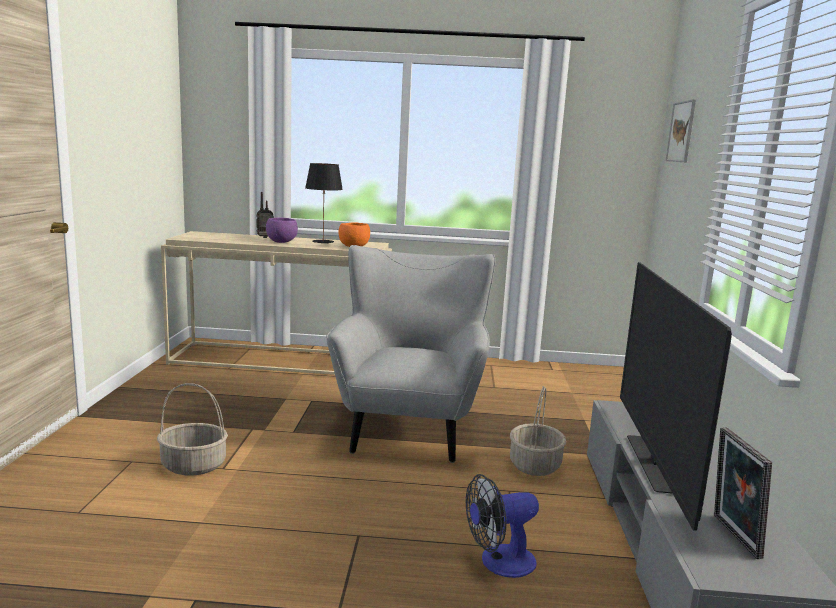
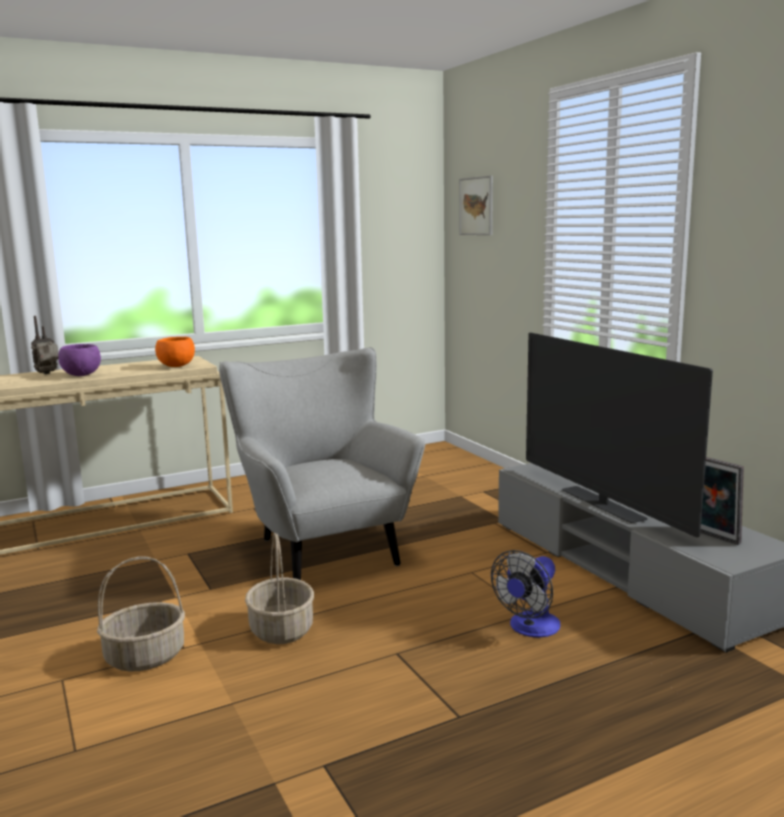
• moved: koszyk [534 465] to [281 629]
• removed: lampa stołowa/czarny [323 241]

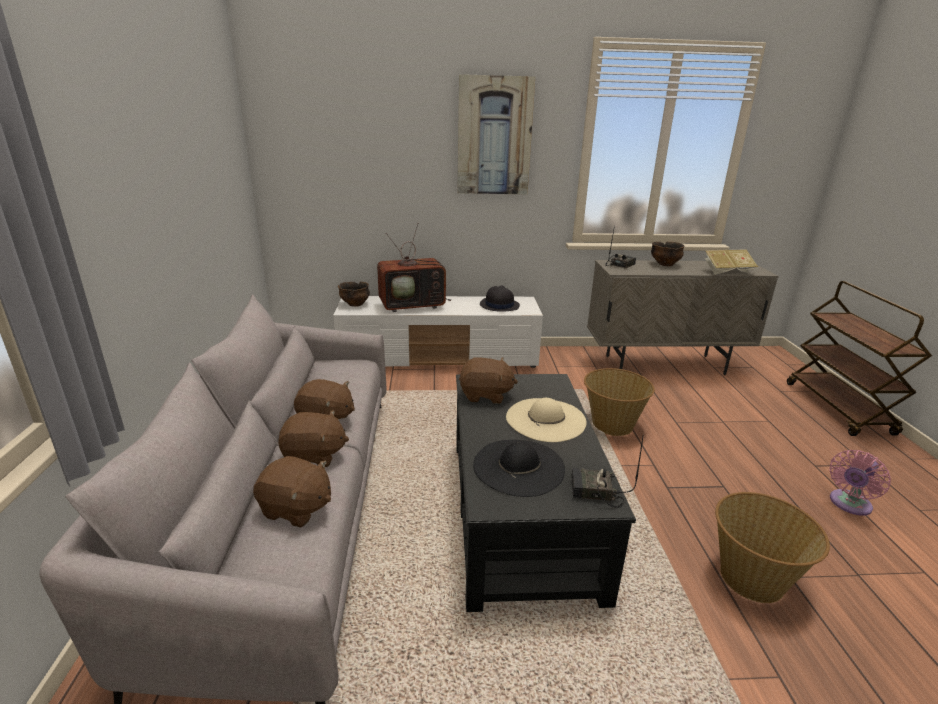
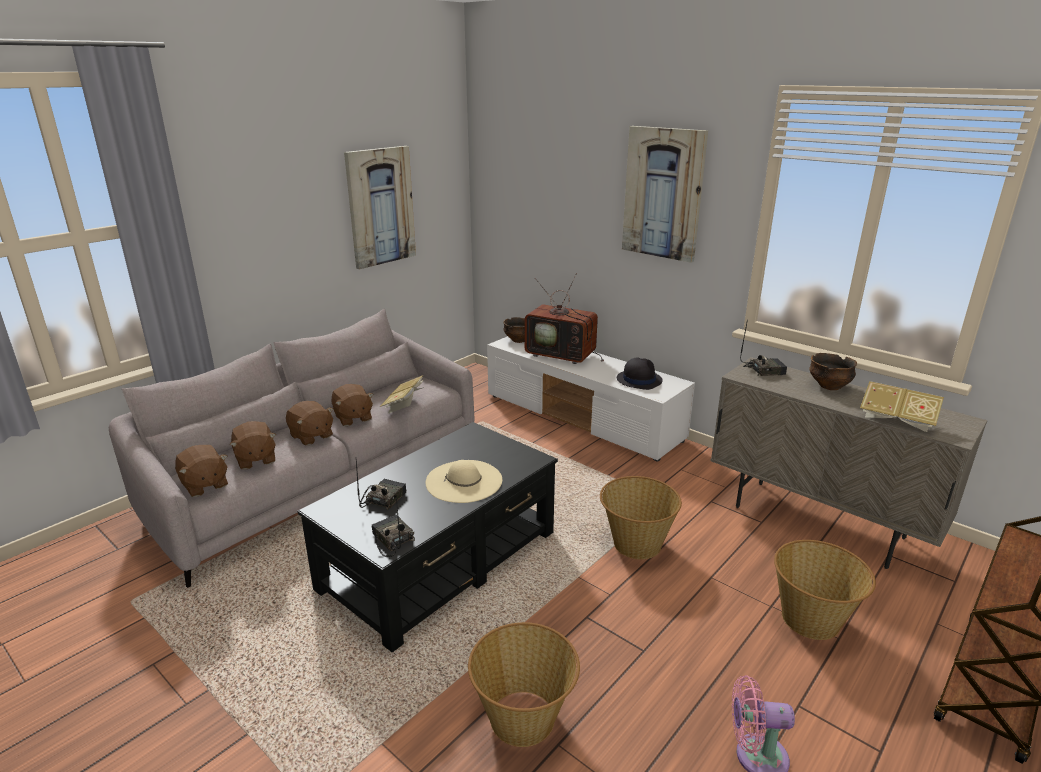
• moved: pluszak/brązowy [485 395] to [204 485]
• added: obraz [380 207]
• replaced: kapelusz/czarny [519 466] to radio [382 499]
• added: książka [404 405]
• added: koszyk [811 619]

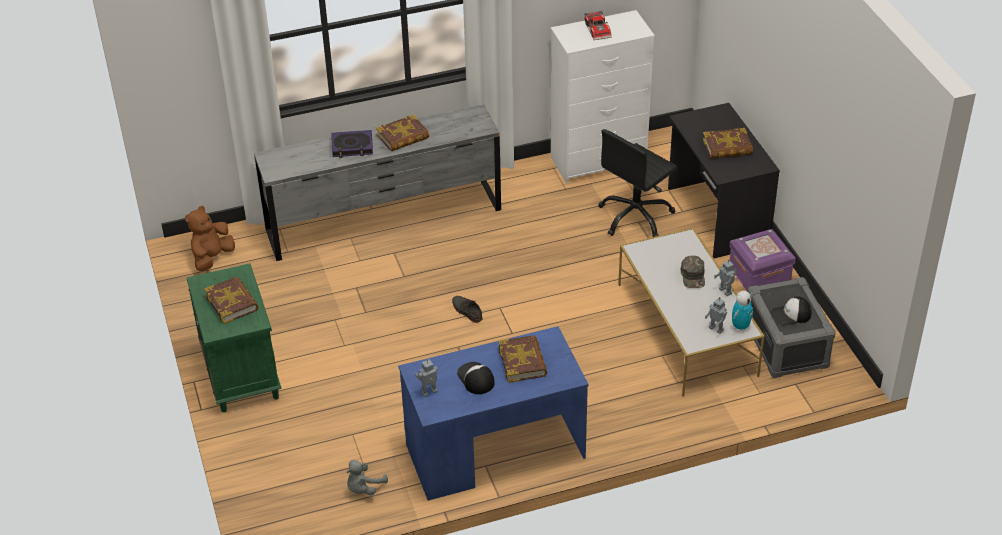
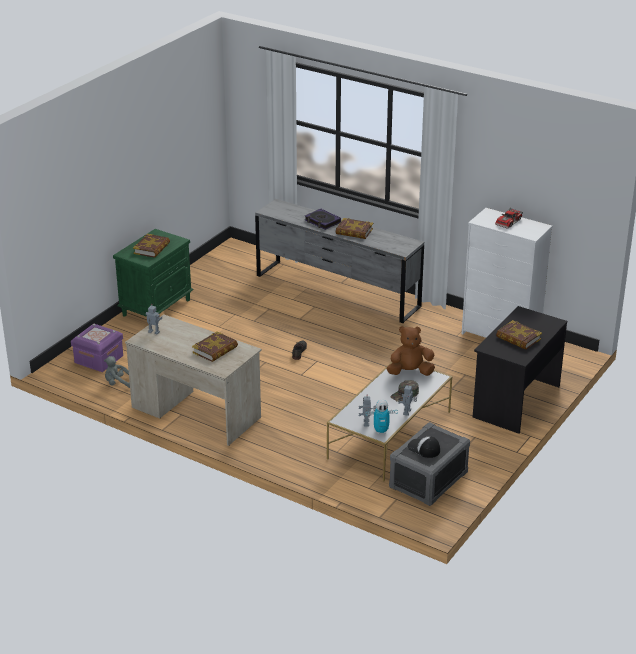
• moved: pojemnik do przechowywania/fioletowy [759 275] to [99 359]
• recoloured: biurko/niebieski [495 452] to biurko/beżowy [196 412]
• moved: pluszak/brązowy [212 258] to [410 372]
• removed: czapka z daszkiem [475 379]
• removed: krzesło biurowe/czarny [635 217]

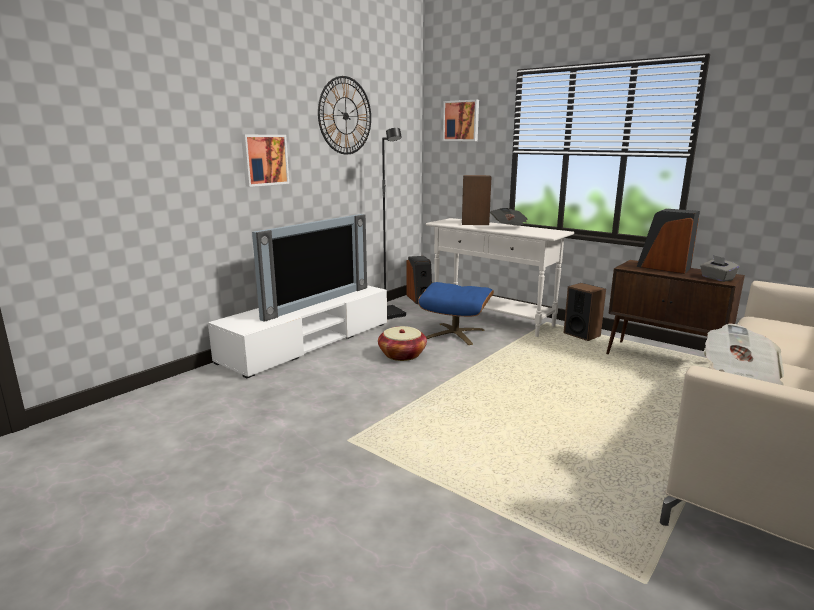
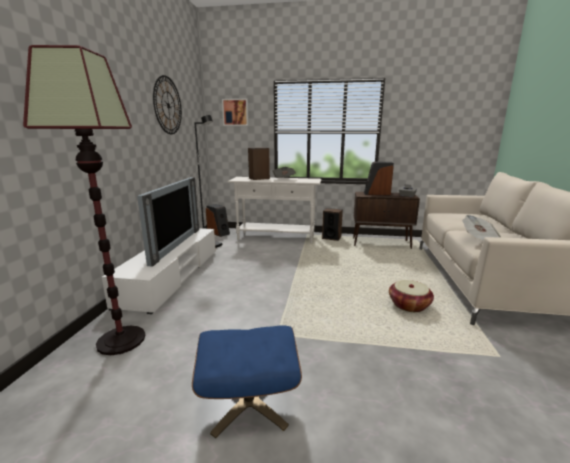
• added: lampa stojąca [121 340]
• moved: pufa/niebieski [455 333] to [249 402]
• moved: koszyk [402 355] to [409 305]
• removed: obraz [264 160]

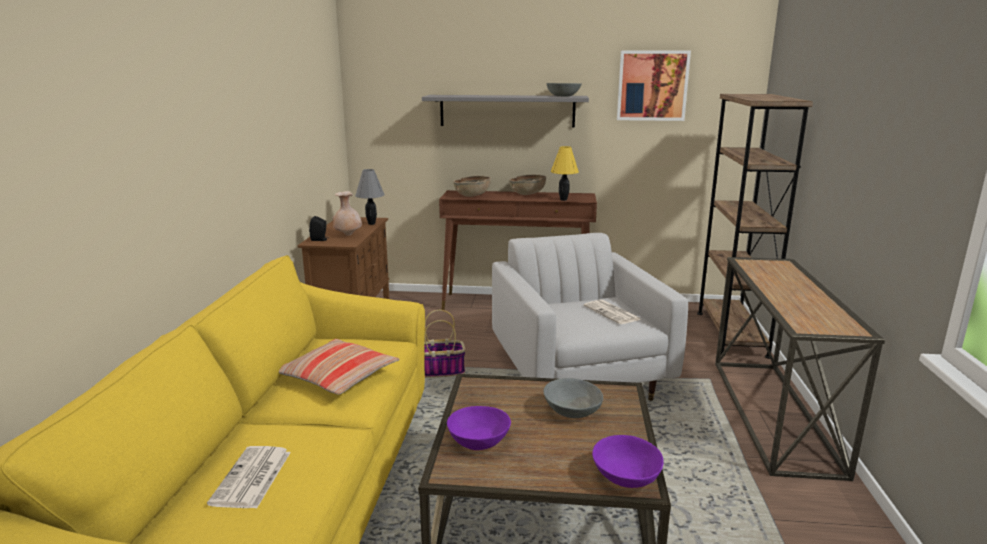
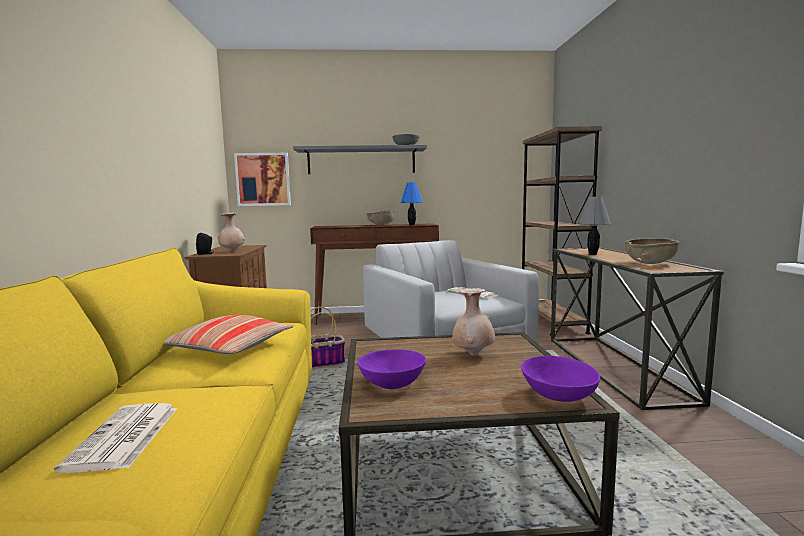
• moved: obraz [652 85] to [263 179]
• recoloured: lampa stołowa/żółty [563 200] to lampa stołowa/niebieski [411 225]
• replaced: miska/szary [571 411] to wazon/beżowy [473 354]
• moved: lampa stołowa/szary [371 224] to [593 254]
• moved: miska/brązowy [472 196] to [650 263]

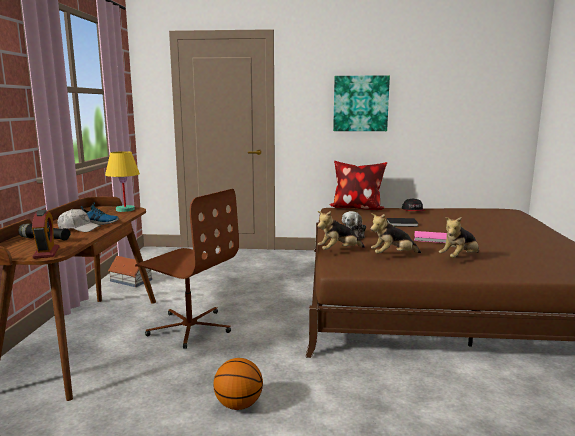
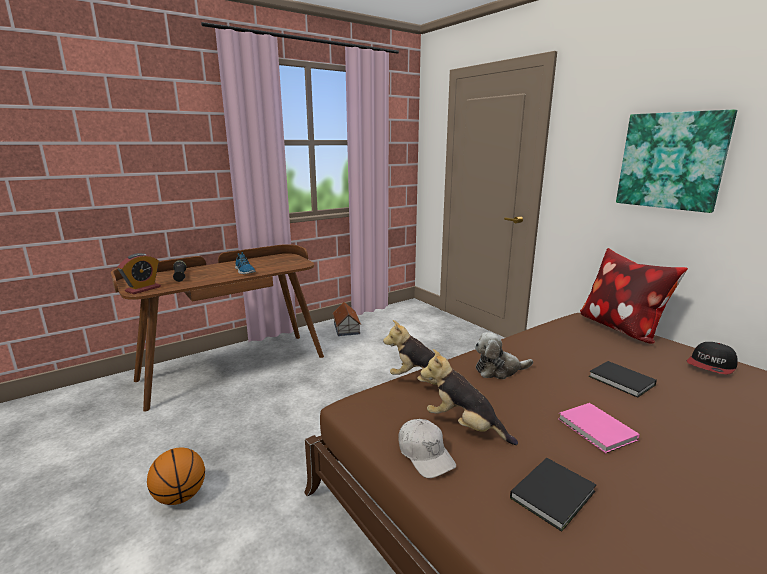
• moved: czapka z daszkiem/biały [79 228] to [425 455]
• replaced: pluszak [459 258] to książka/czarny [555 494]
• removed: lampa stołowa/żółty [125 210]
• removed: krzesło biurowe/brązowy [190 328]

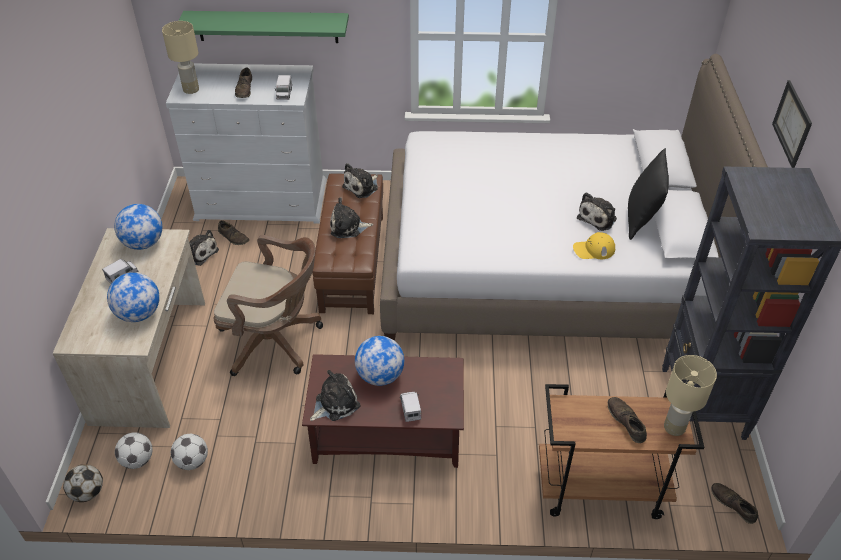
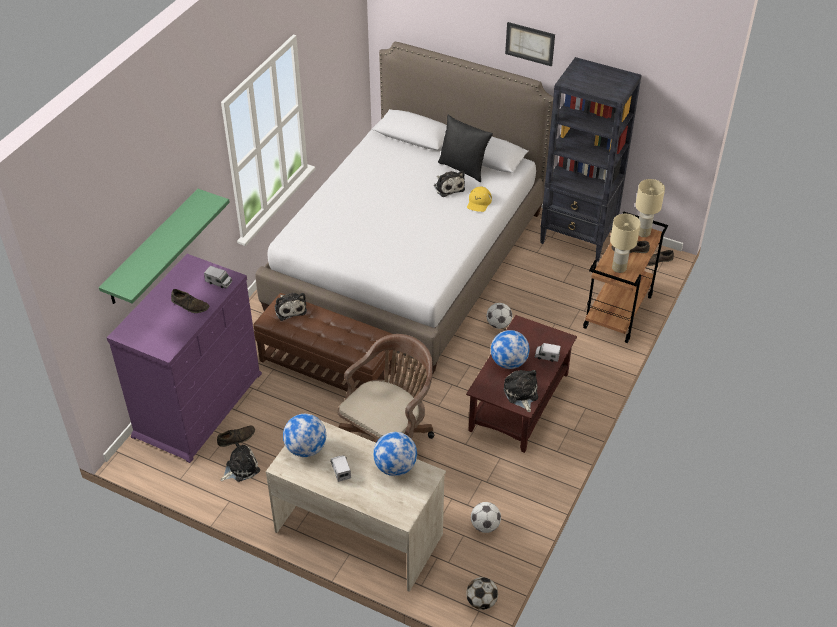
• recoloured: komoda/biały [262 200] to komoda/fioletowy [198 404]
• moved: piłka futbolowa [138 460] to [498 324]
• moved: lampa stołowa/beżowy [191 89] to [619 268]
• removed: pluszak [348 227]

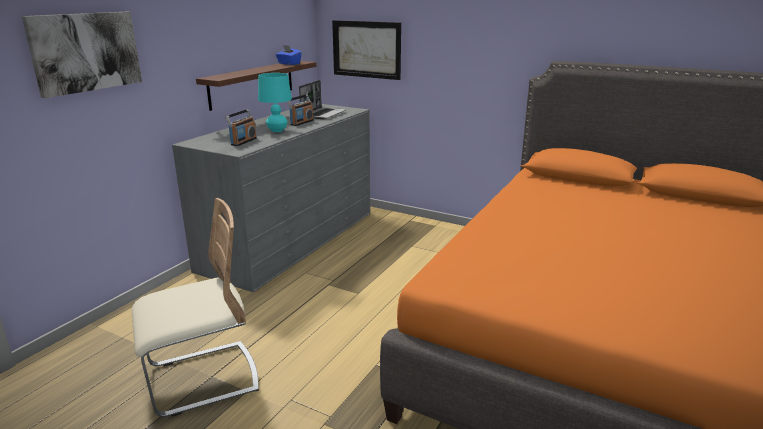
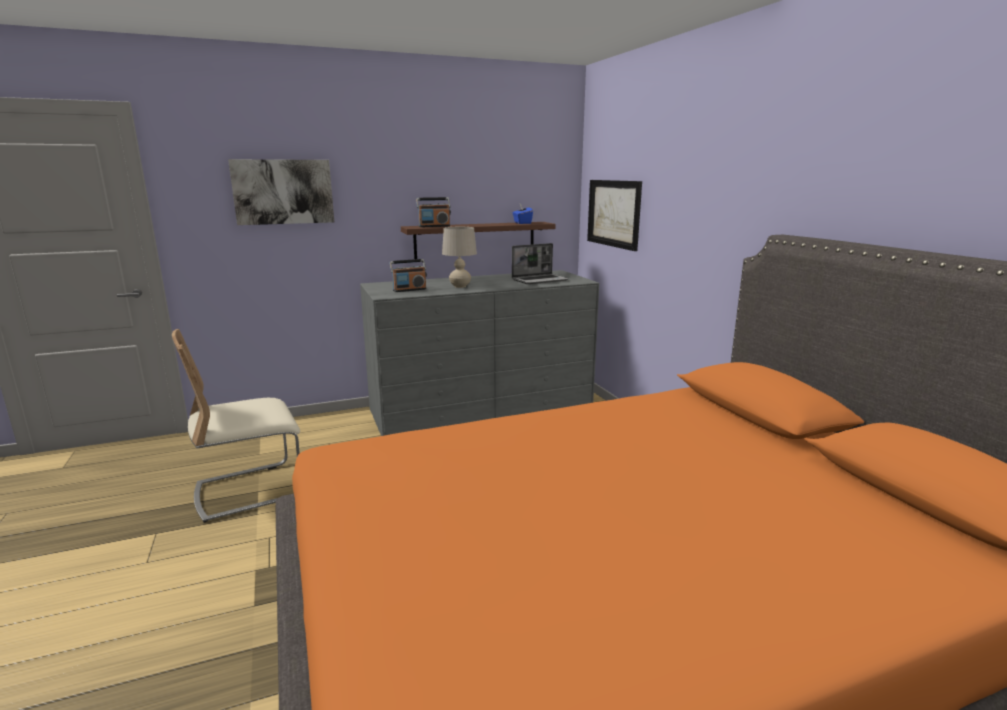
• turned: krzesło/beżowy [202 379] = [249 490] 135 degrees clockwise
• moved: radio [301 122] to [434 226]
• recoloured: lampa stołowa/turkusowy [277 130] to lampa stołowa/beżowy [460 286]

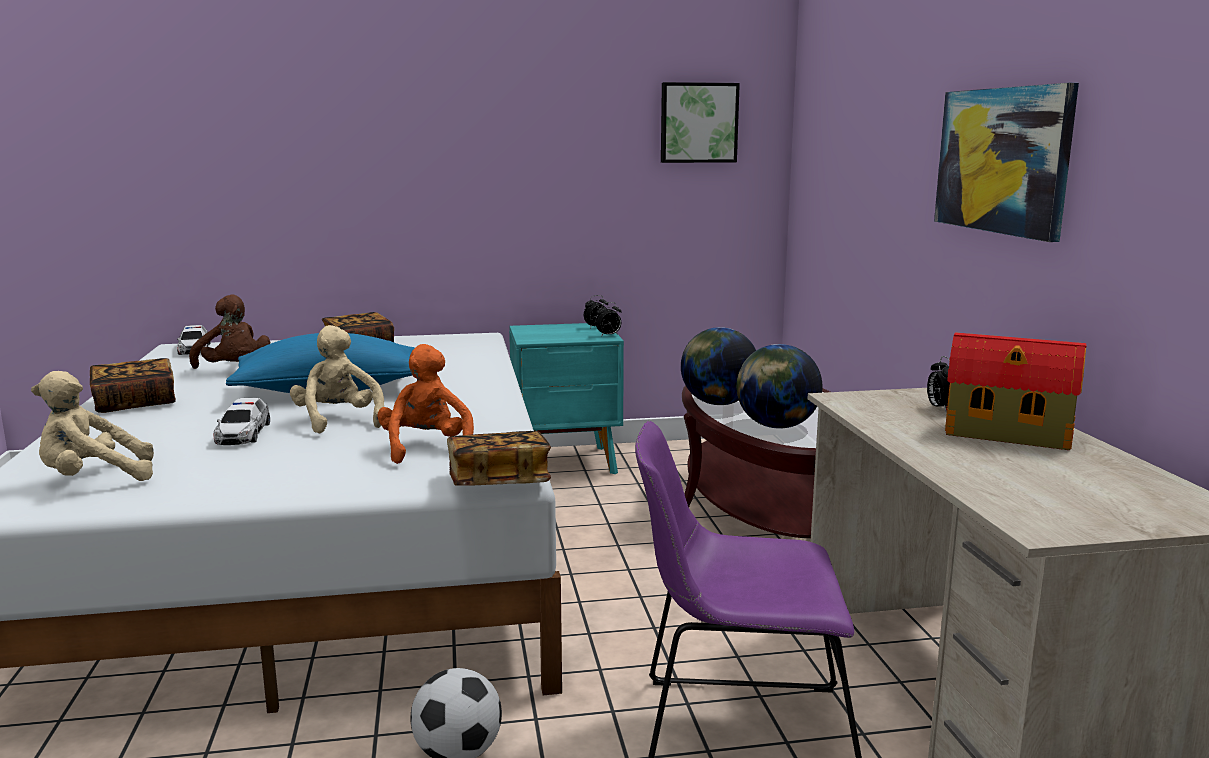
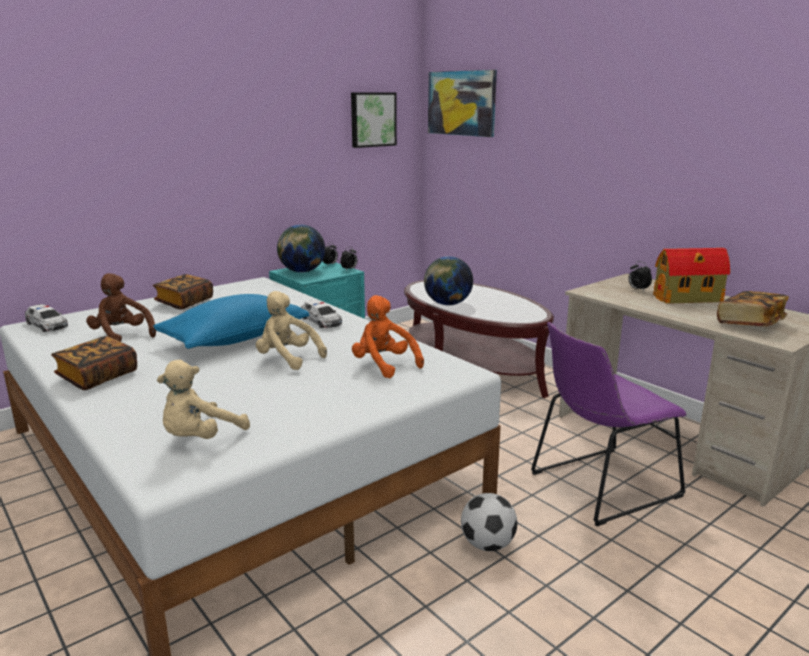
• turned: pluszak/brązowy [234 369] = [122 336] 150 degrees counterclockwise
• moved: globus [776 426] to [302 271]
• moved: samochodzik [243 433] to [321 321]
• moved: obraz [1002 160] to [461 103]
• moved: książka [498 482] to [750 323]

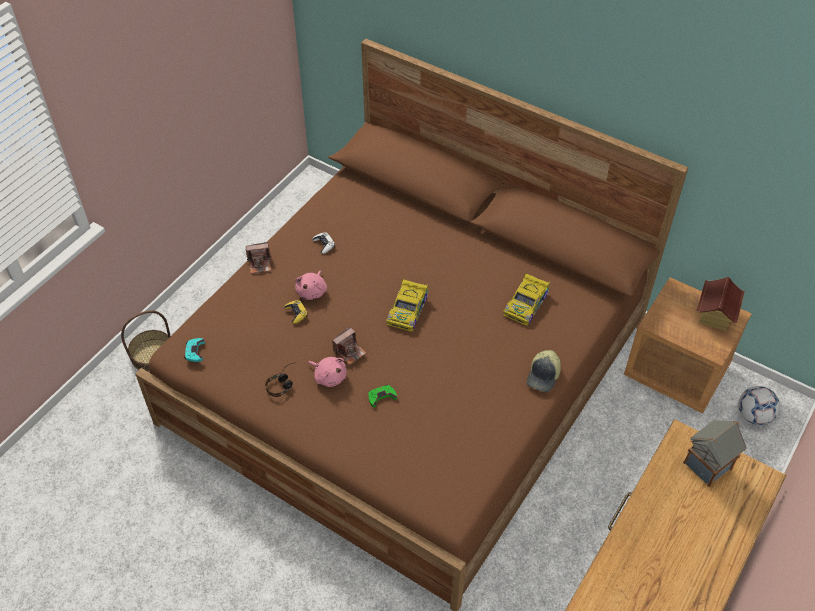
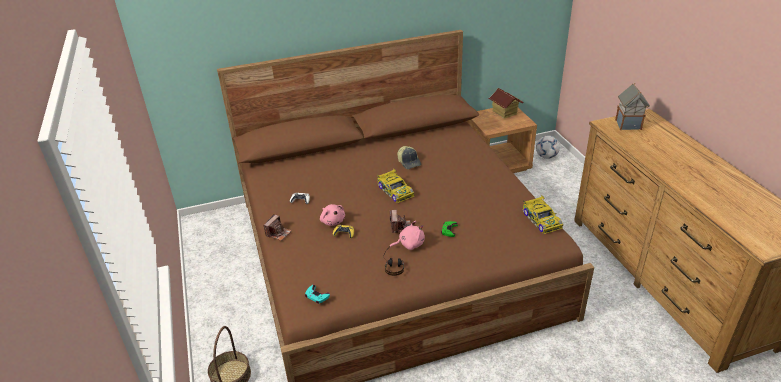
• moved: czapka z daszkiem [544 376] to [409 162]
• moved: samochodzik [526 303] to [541 219]

